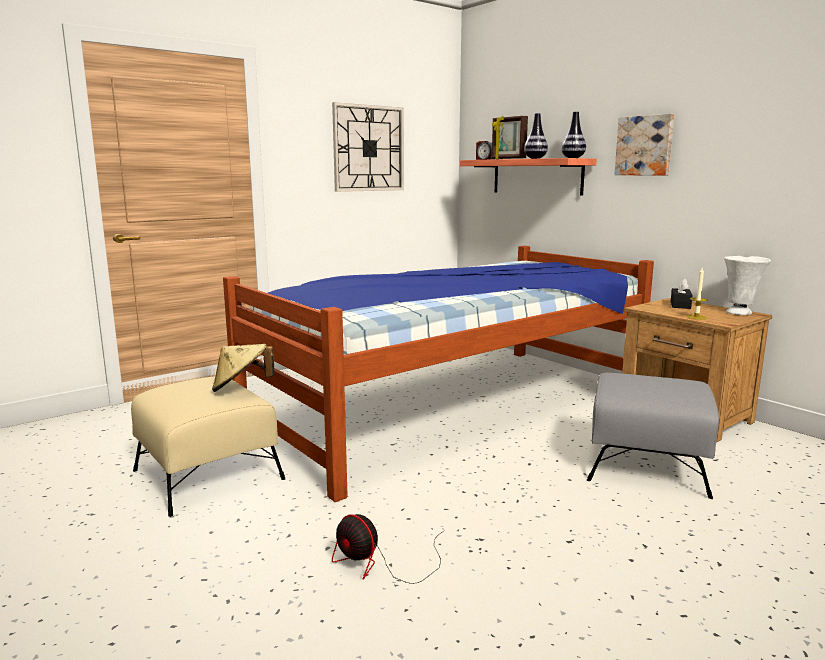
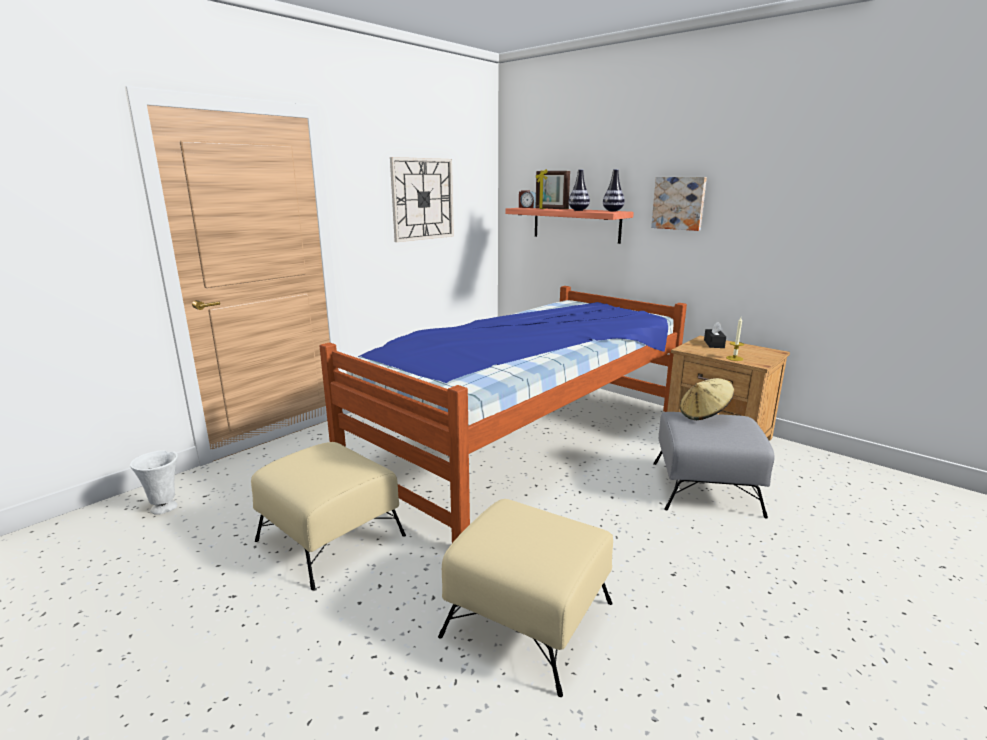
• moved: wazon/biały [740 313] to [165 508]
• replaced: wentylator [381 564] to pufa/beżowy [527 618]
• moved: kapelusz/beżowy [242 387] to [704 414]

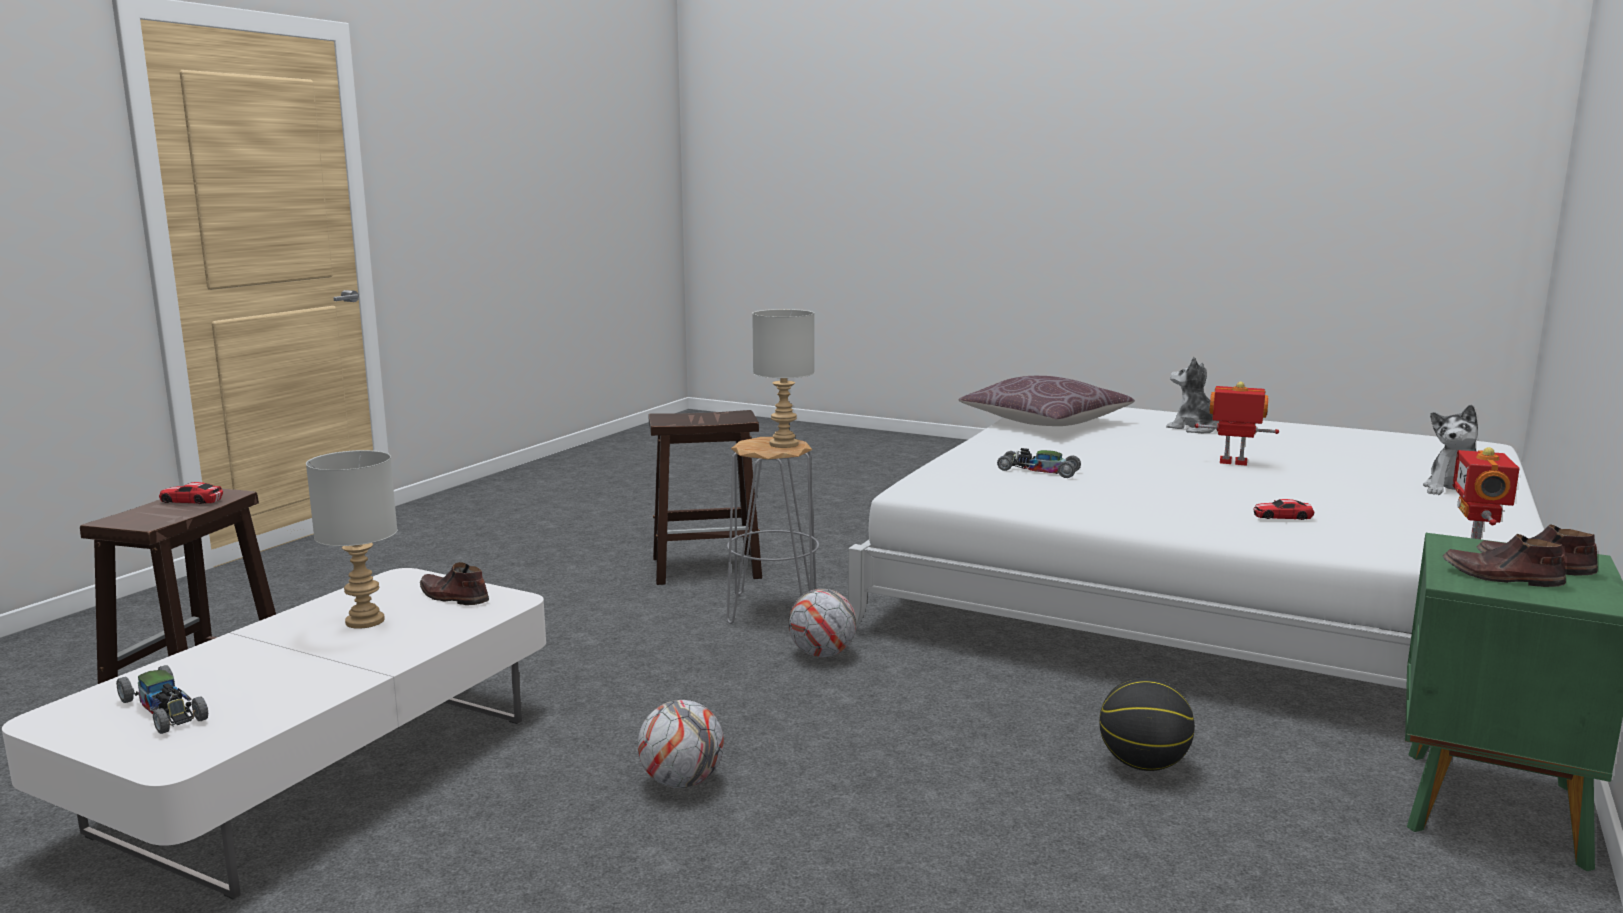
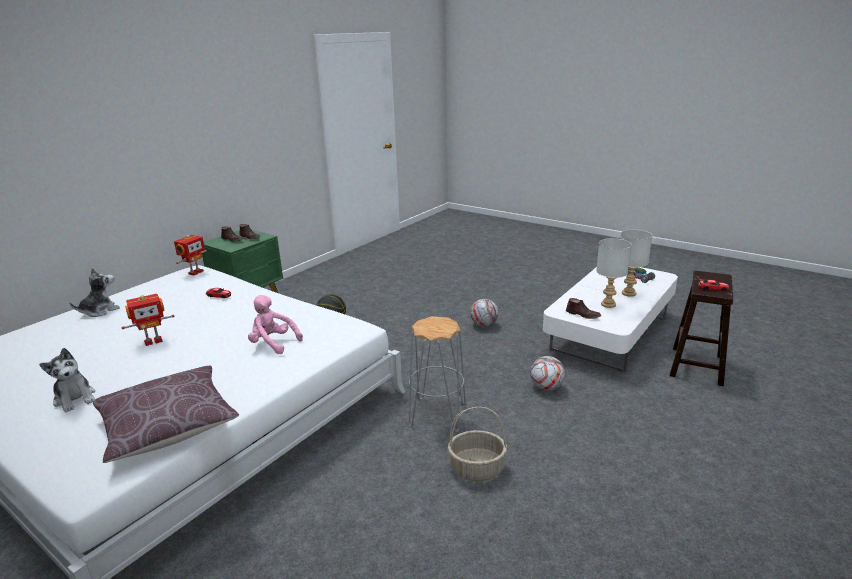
• turned: robot zabawkowy [1233 462] = [153 341] 60 degrees counterclockwise
• replaced: samochodzik [1038 471] to pluszak/różowy [273 344]
• replaced: stołek/brązowy [708 567] to koszyk [476 469]
• moved: piłka futbolowa [822 654] to [546 387]
• moved: lampa stołowa/szary [784 444] to [628 293]

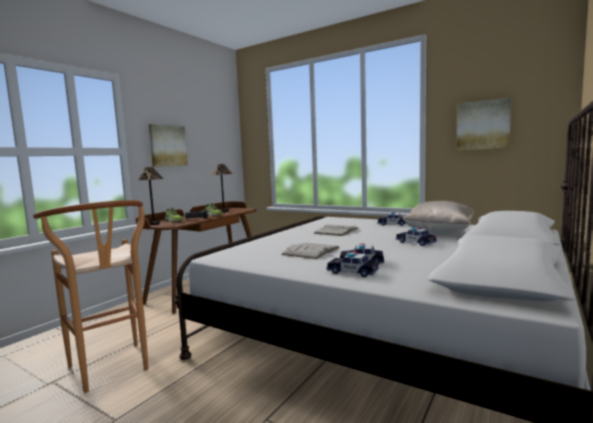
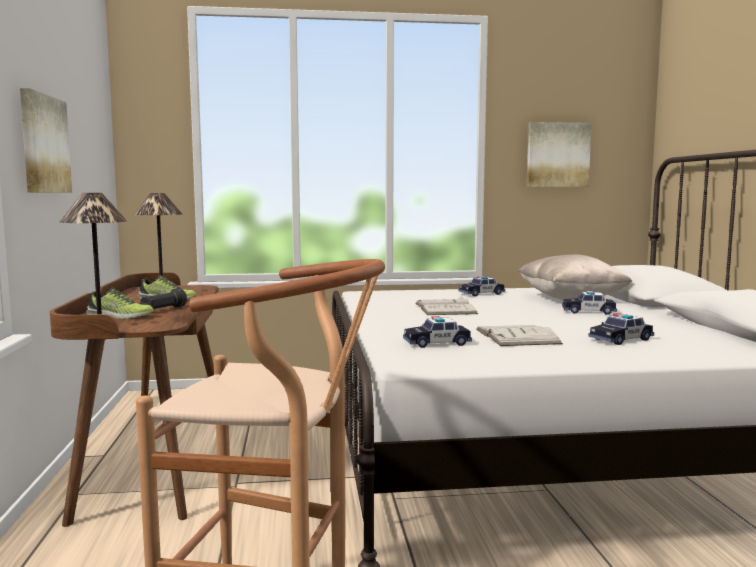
• moved: samochodzik [352 272] to [437 343]

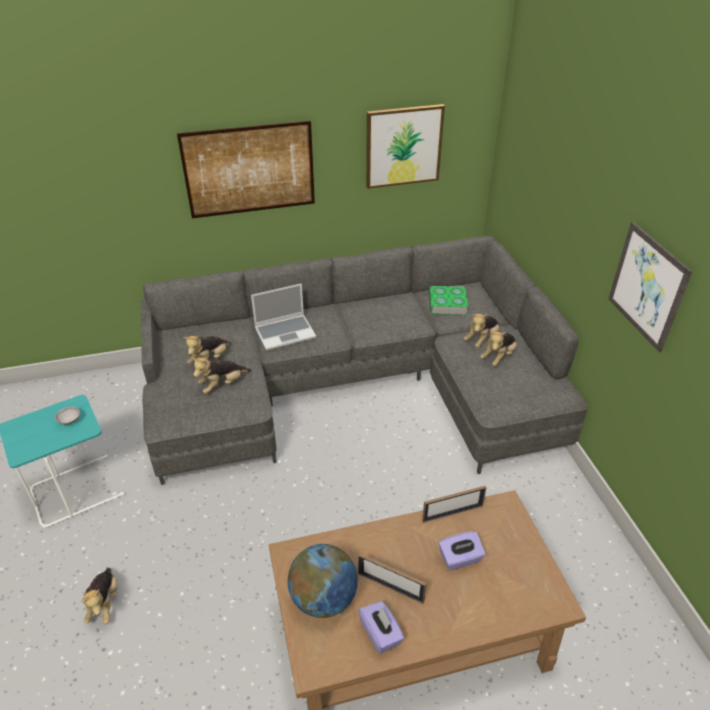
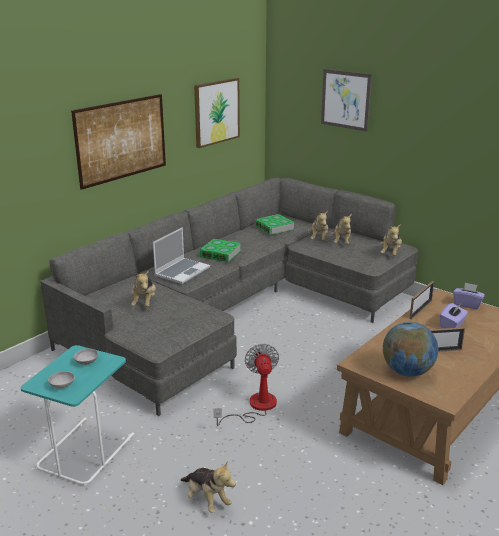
• added: miska/szary [62 385]
• added: książka [220 254]
• added: wentylator [255 407]
• moved: obraz [647 286] to [345 99]
• moved: pluszak [222 385] to [390 253]
• moved: pudełko chusteczek/fioletowy [380 634] to [467 304]

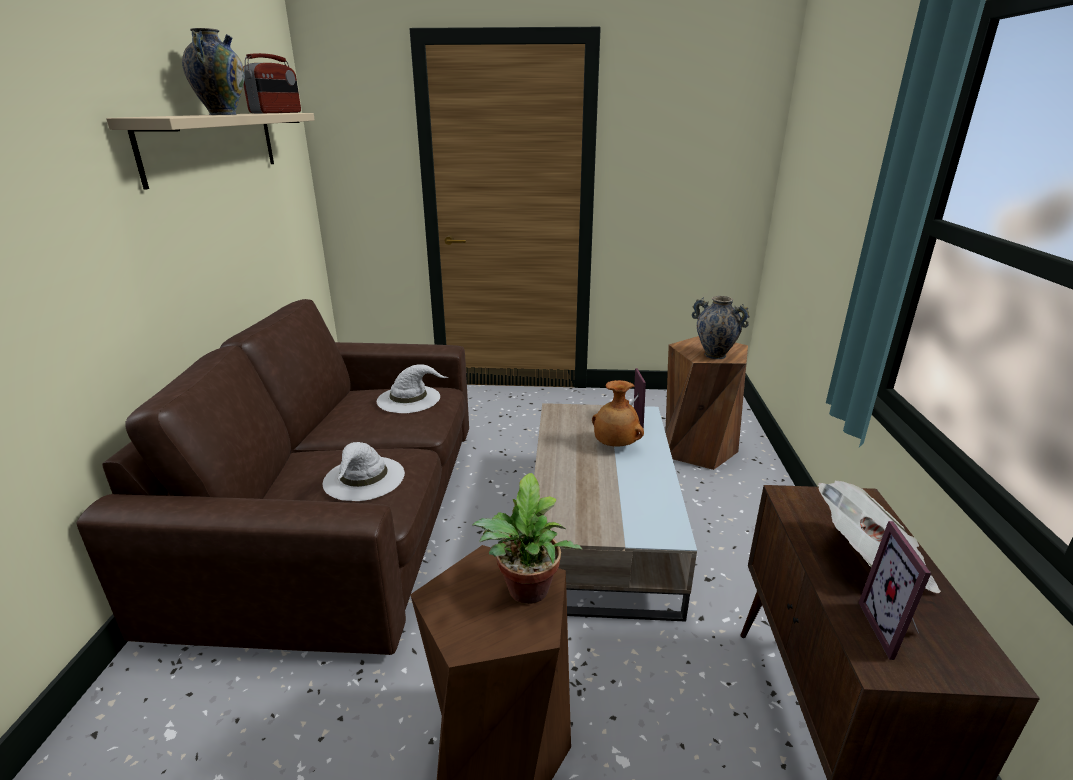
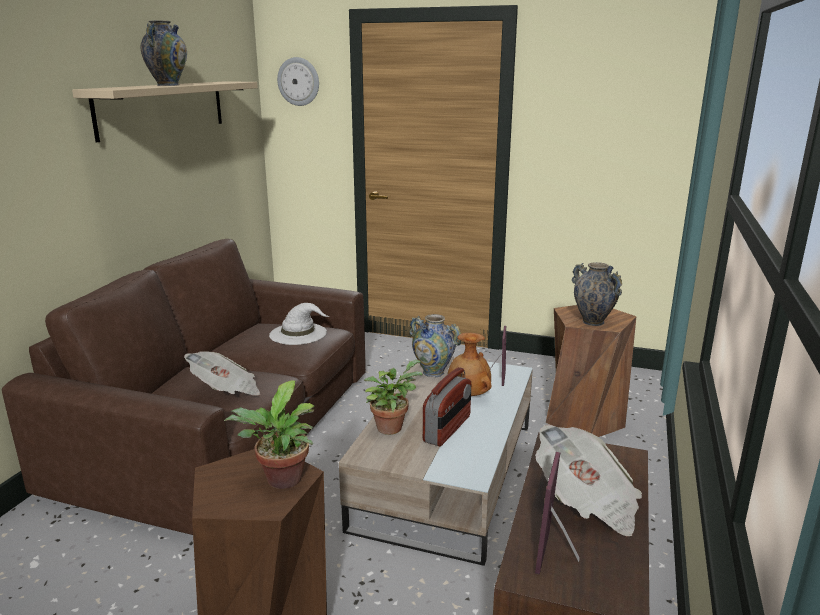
• replaced: kapelusz/biały [364 478] to gazeta [226 391]
• added: zegar ścienny [298 81]
• added: roślina doniczkowa [391 426]
• added: wazon [433 372]
• moved: radio [276 113] to [447 429]

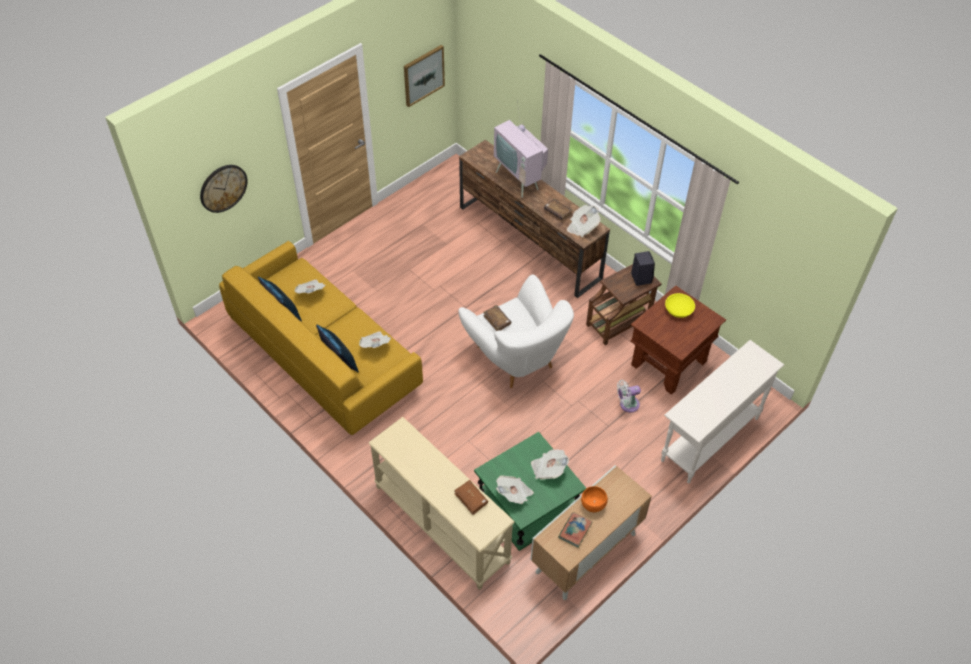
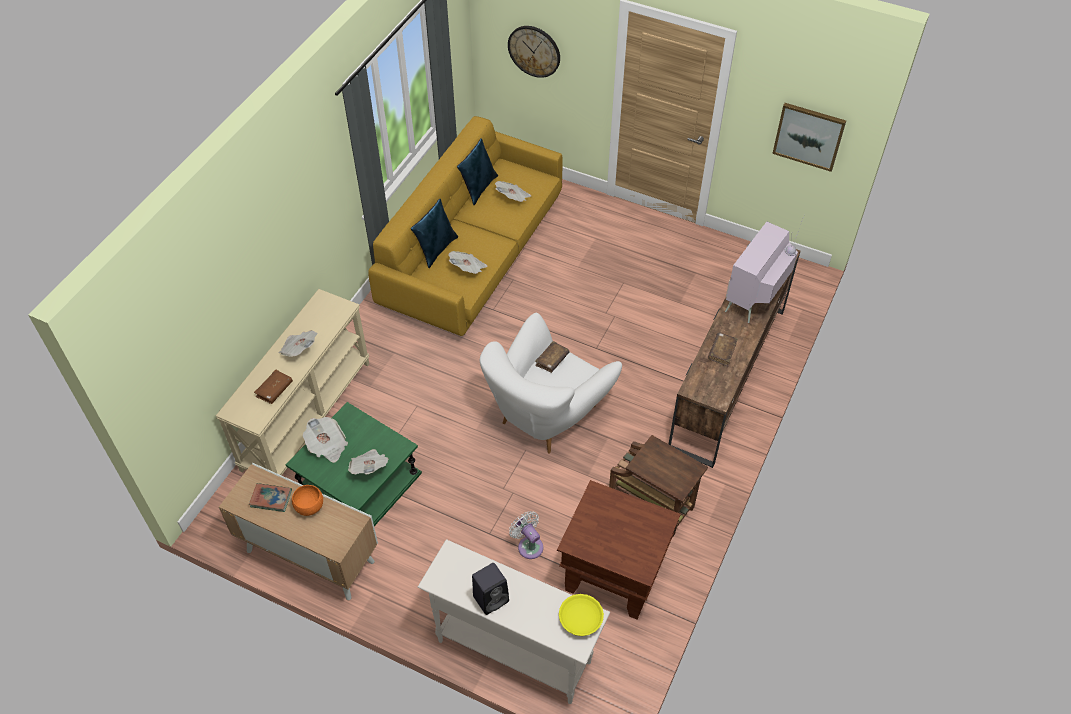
• moved: gazeta [582 227] to [299 349]
• moved: głośnik/czarny [640 277] to [491 598]
• moved: miska/żółty [678 310] to [580 619]

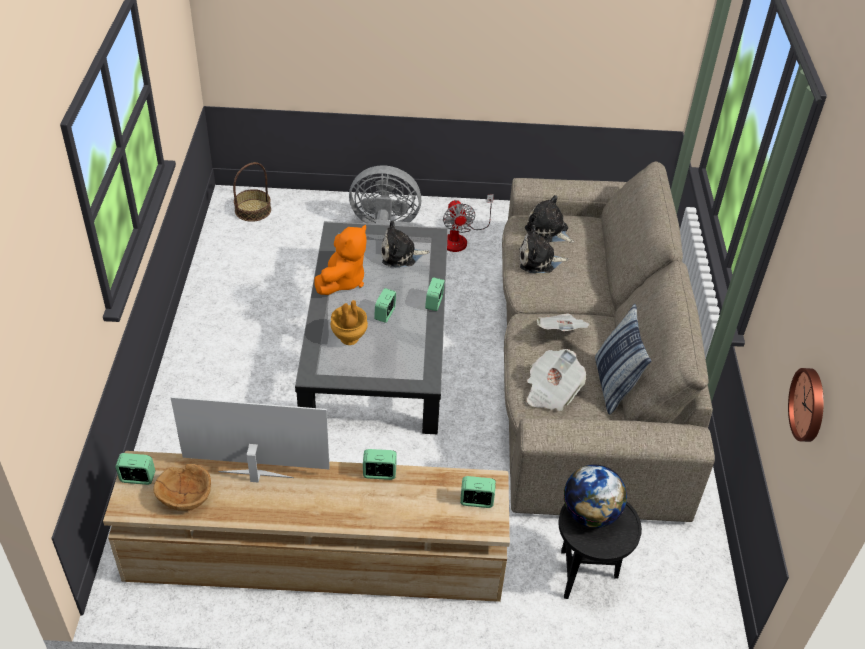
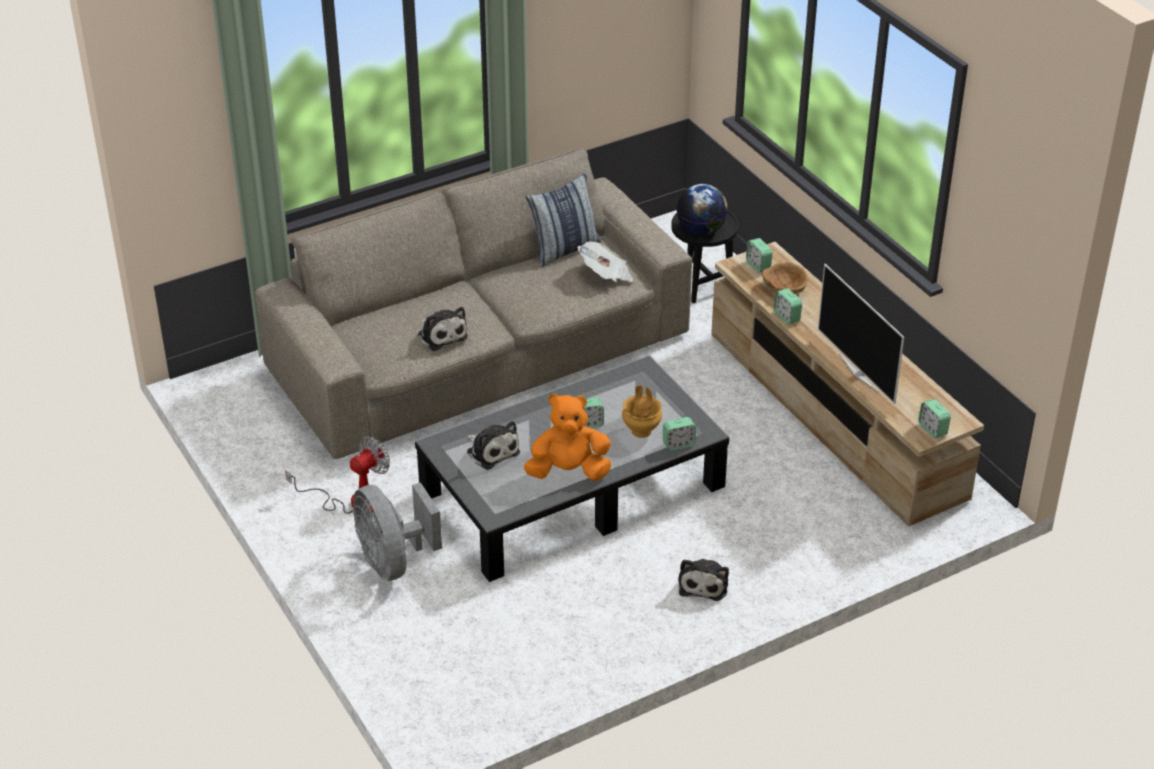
• moved: budzik [434 303] to [678 444]
• moved: pluszak [548 231] to [704 584]
• moved: miska/brązowy [185 496] to [784 288]
• removed: koszyk [253 210]
• removed: gazeta [560 332]
• removed: zegar ścienny [809 405]

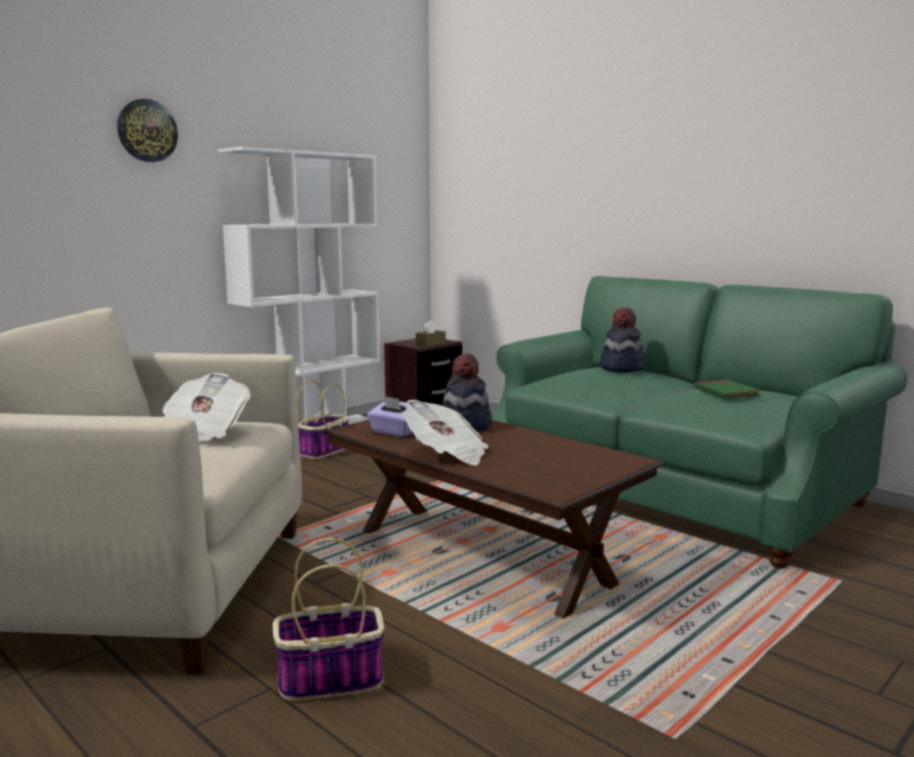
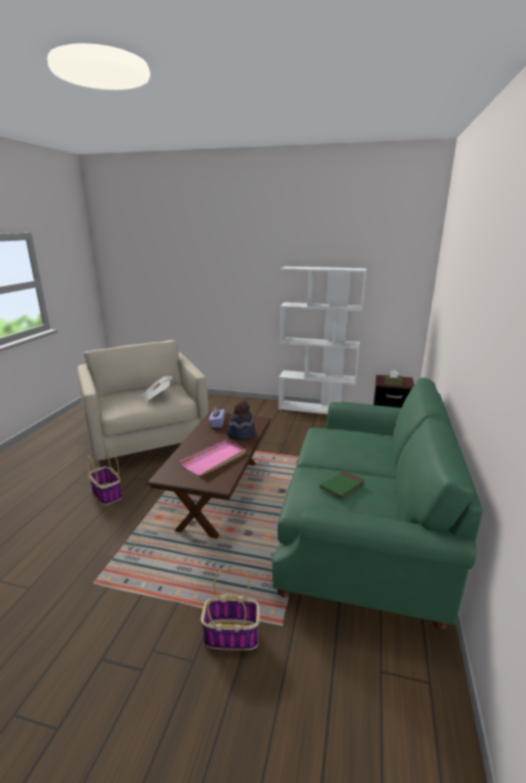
• added: taca/różowy [215 459]
• moved: koszyk [324 450] to [232 635]
• removed: zegar ścienny [147 131]
• removed: gazeta [446 454]
• removed: kapelusz [621 368]

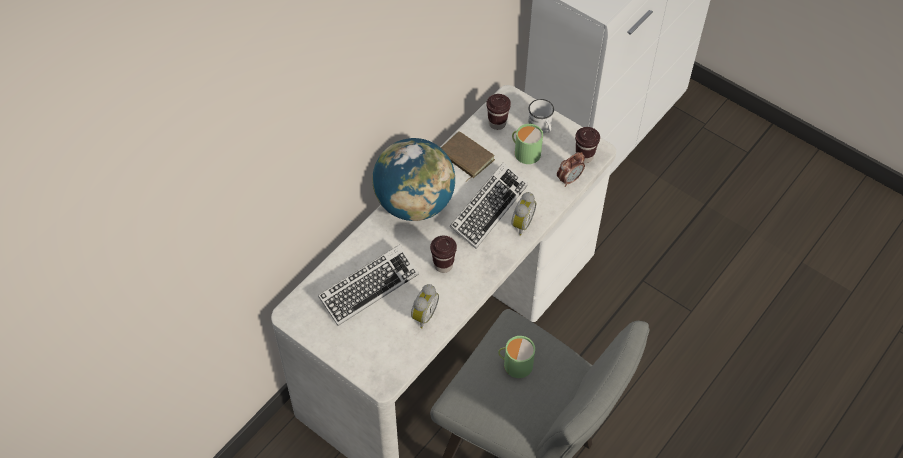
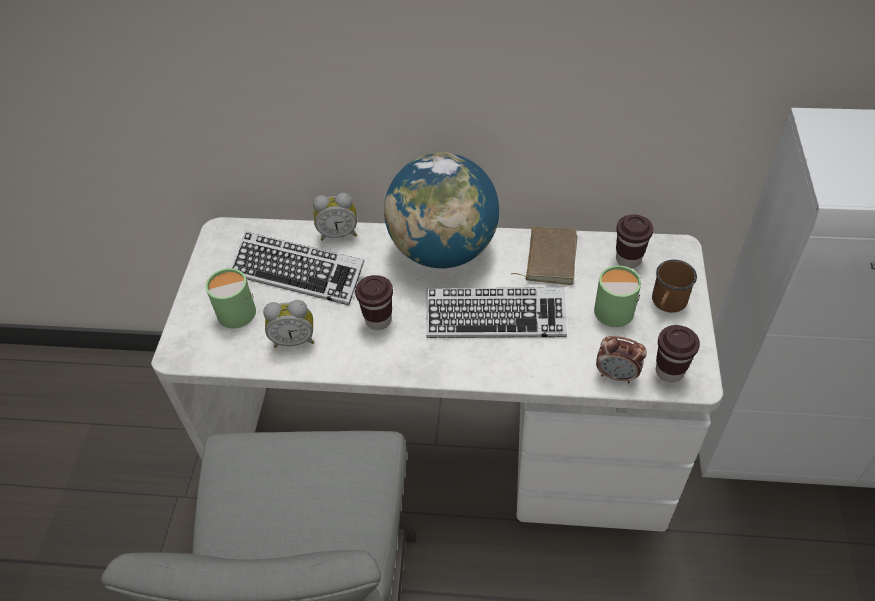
• moved: kubek/zielony [515 363] to [236 309]
• moved: budzik [520 223] to [338 233]
• recoloured: kubek/biały [541 128] to kubek/brązowy [667 303]

